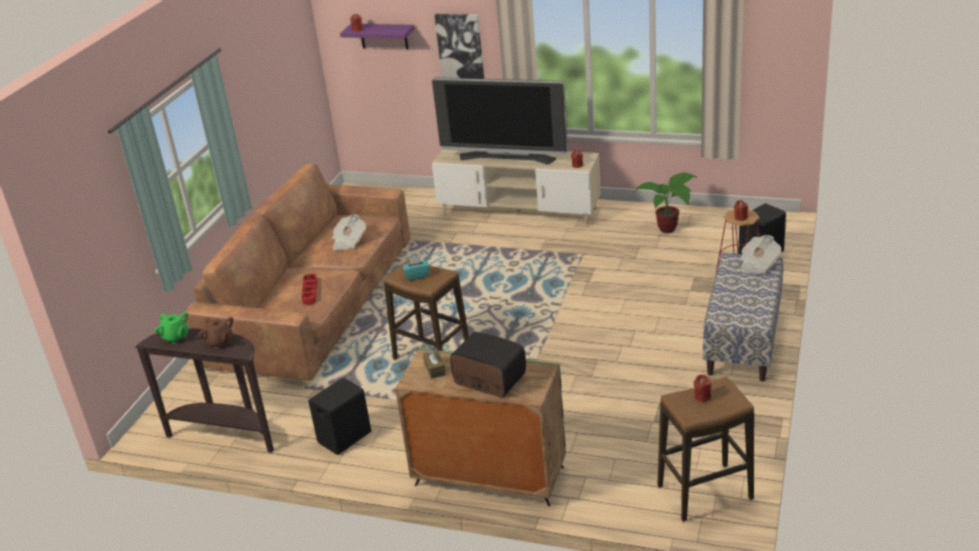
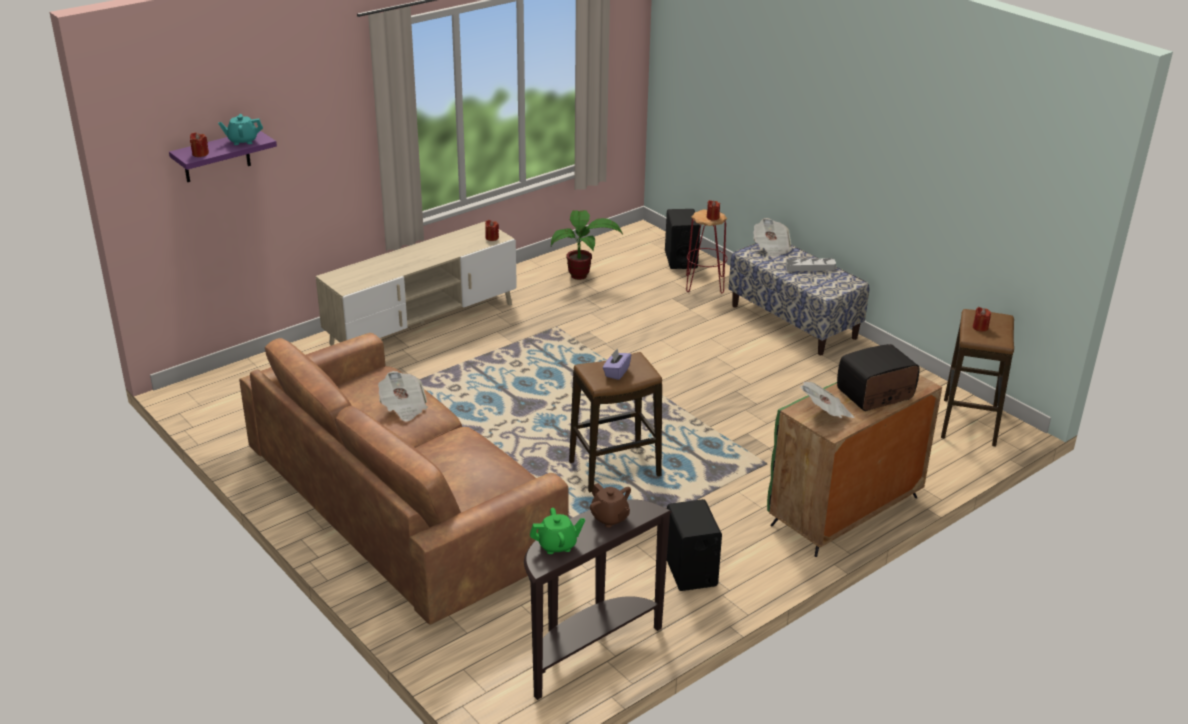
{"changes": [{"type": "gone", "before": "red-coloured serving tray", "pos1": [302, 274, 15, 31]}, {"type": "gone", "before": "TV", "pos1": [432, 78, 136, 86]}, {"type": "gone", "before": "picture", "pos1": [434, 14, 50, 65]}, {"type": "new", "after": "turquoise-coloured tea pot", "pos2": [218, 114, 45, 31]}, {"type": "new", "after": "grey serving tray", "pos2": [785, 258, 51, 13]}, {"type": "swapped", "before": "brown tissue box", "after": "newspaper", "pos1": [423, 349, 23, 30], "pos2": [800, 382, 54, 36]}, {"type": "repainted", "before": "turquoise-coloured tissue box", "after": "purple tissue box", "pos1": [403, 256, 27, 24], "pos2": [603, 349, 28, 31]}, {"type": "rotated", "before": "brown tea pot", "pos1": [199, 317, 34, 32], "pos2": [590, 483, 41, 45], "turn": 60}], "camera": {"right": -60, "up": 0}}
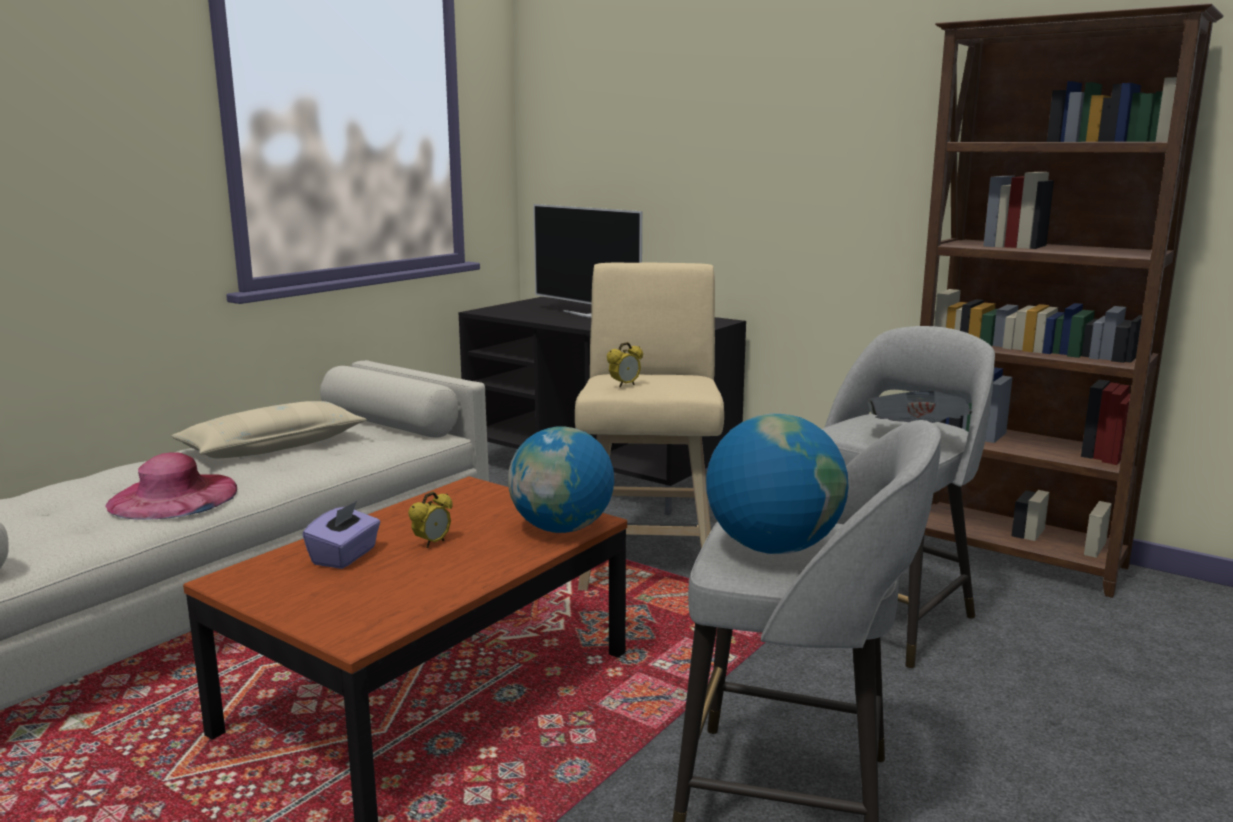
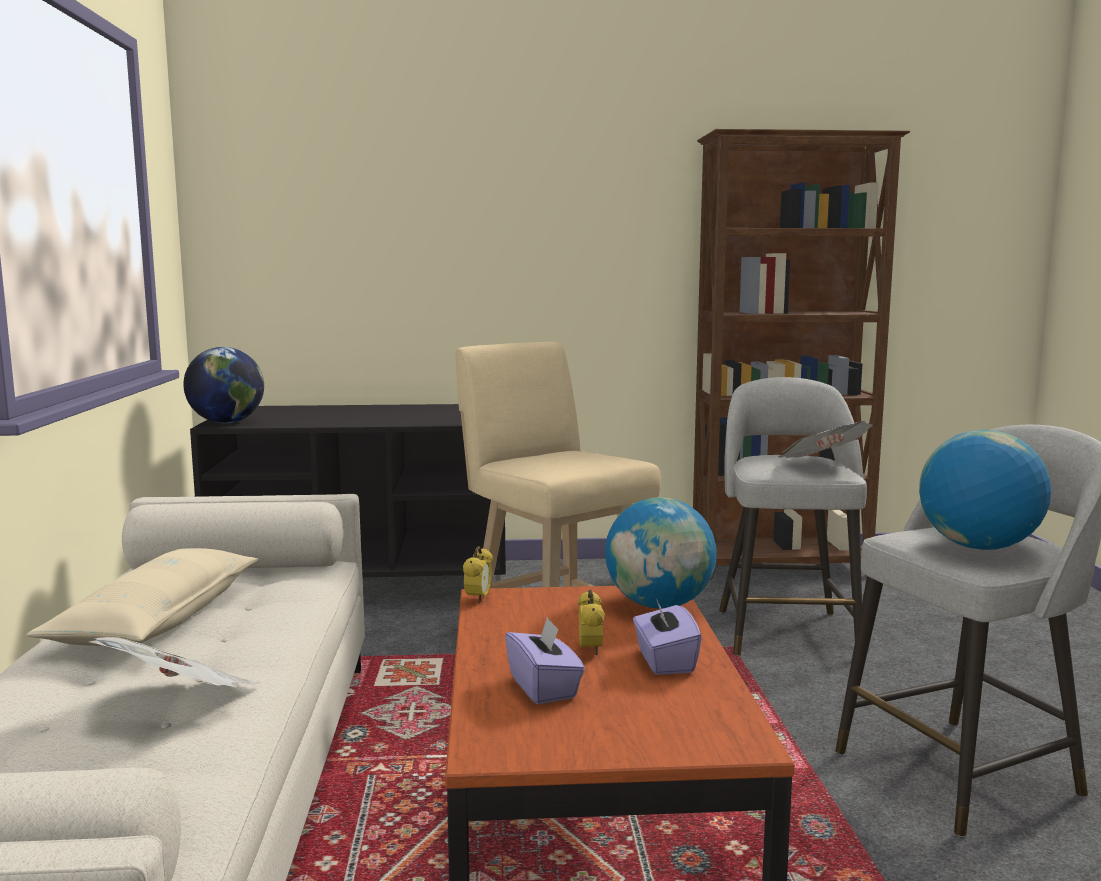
{"changes": [{"type": "gone", "before": "TV", "pos1": [533, 204, 109, 114]}, {"type": "new", "after": "globe", "pos2": [183, 347, 81, 76]}, {"type": "new", "after": "purple tissue box", "pos2": [633, 599, 69, 76]}, {"type": "shifted", "before": "alarm clock", "pos1": [607, 342, 36, 45], "pos2": [463, 546, 30, 57]}, {"type": "swapped", "before": "pink clothing hat", "after": "newspaper", "pos1": [105, 452, 132, 68], "pos2": [89, 637, 172, 50]}], "camera": {"right": -40, "up": -5}}
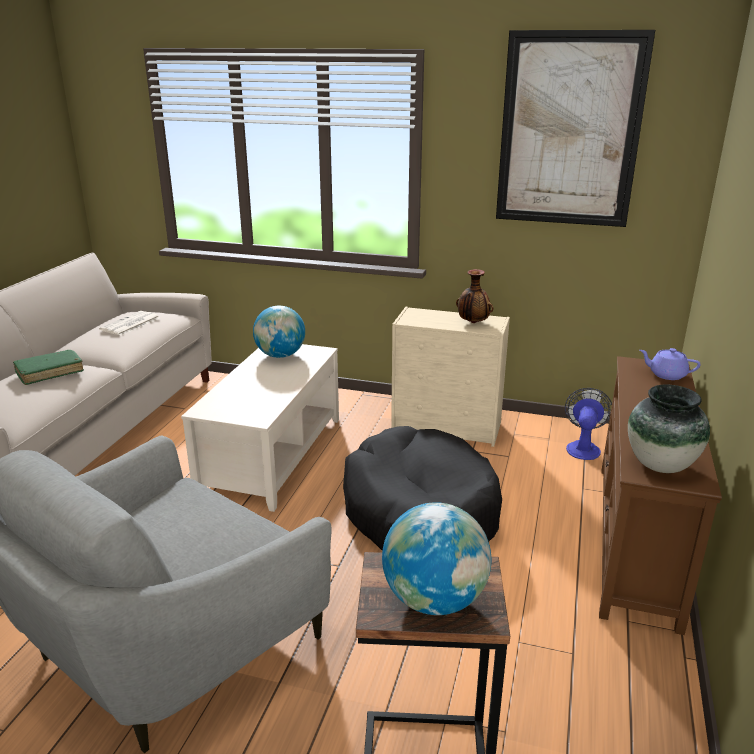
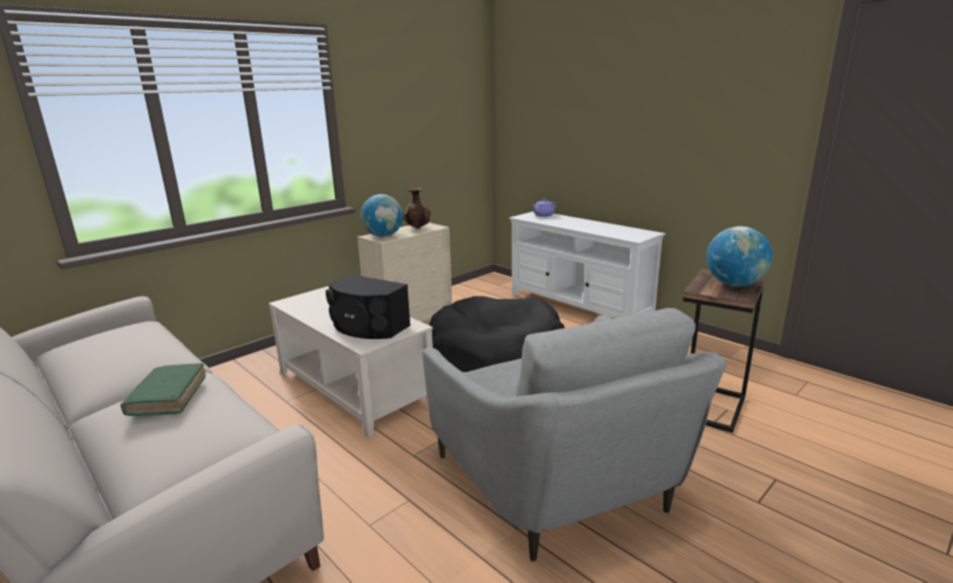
{"changes": [{"type": "gone", "before": "newspaper", "pos1": [99, 311, 61, 25]}, {"type": "gone", "before": "picture", "pos1": [496, 30, 159, 197]}, {"type": "gone", "before": "fan", "pos1": [565, 388, 47, 72]}, {"type": "gone", "before": "vase", "pos1": [628, 385, 82, 88]}, {"type": "new", "after": "black speaker", "pos2": [326, 275, 85, 64]}, {"type": "shifted", "before": "globe", "pos1": [253, 306, 52, 52], "pos2": [361, 194, 42, 43]}, {"type": "repainted", "before": "brown tv stand", "after": "whitish tv stand", "pos1": [599, 356, 123, 279], "pos2": [509, 211, 157, 108]}], "camera": {"right": -60, "up": -5}}
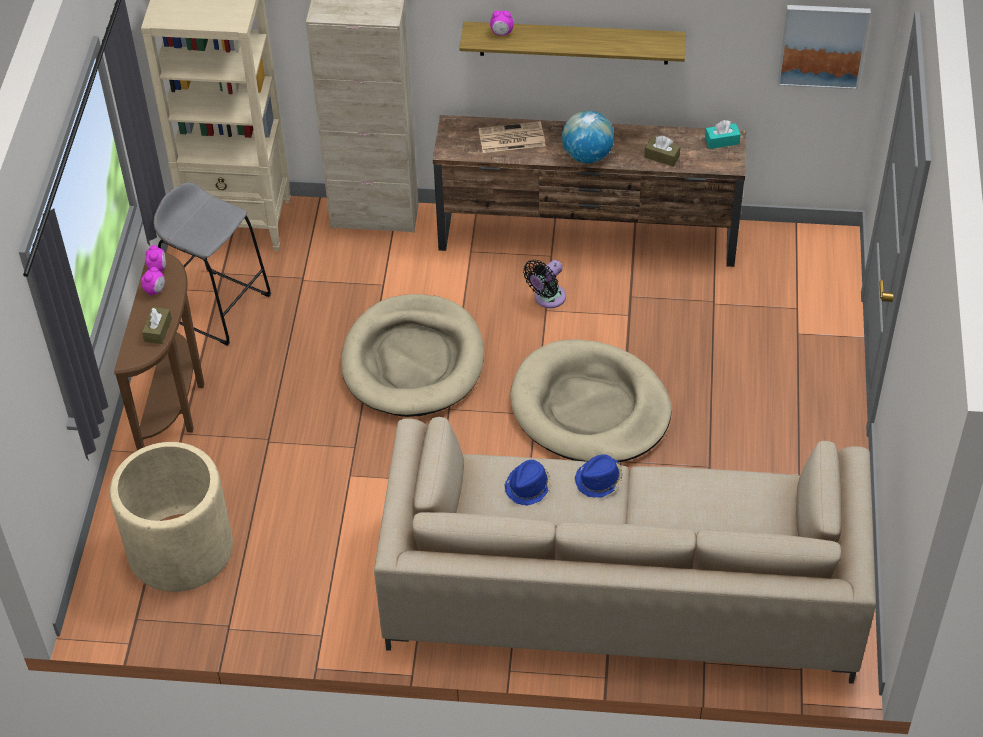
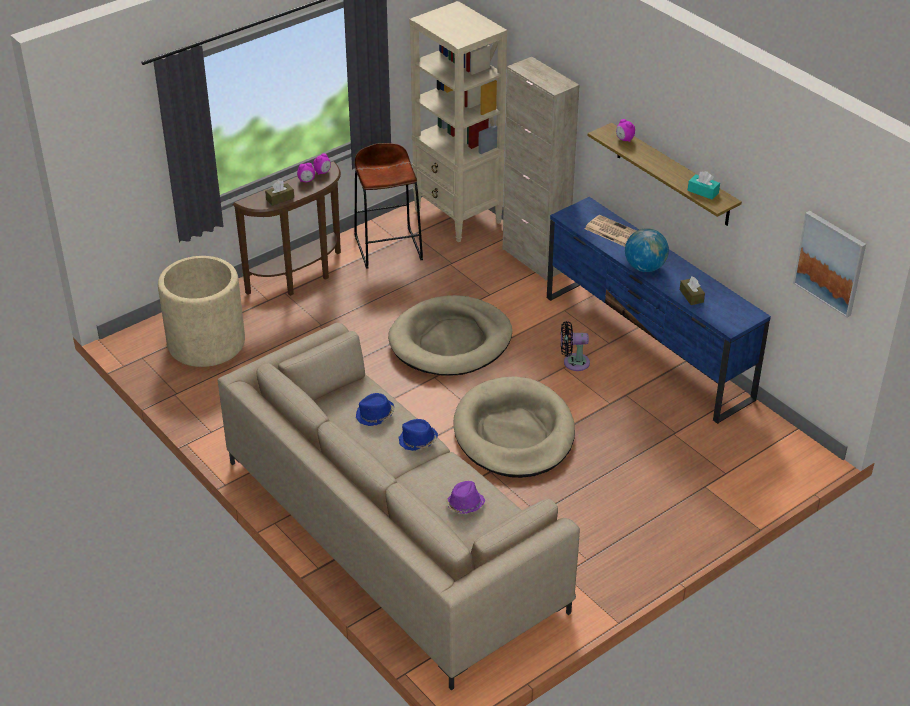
{"changes": [{"type": "new", "after": "purple clothing hat", "pos2": [445, 481, 40, 33]}, {"type": "shifted", "before": "turquoise-coloured tissue box", "pos1": [705, 120, 36, 29], "pos2": [688, 171, 32, 28]}, {"type": "repainted", "before": "grey stool", "after": "brown stool", "pos1": [154, 182, 117, 164], "pos2": [354, 143, 69, 126]}, {"type": "repainted", "before": "brown tv stand", "after": "blue-coloured tv stand", "pos1": [433, 115, 313, 152], "pos2": [547, 197, 224, 227]}], "camera": {"right": 45, "up": -10}}
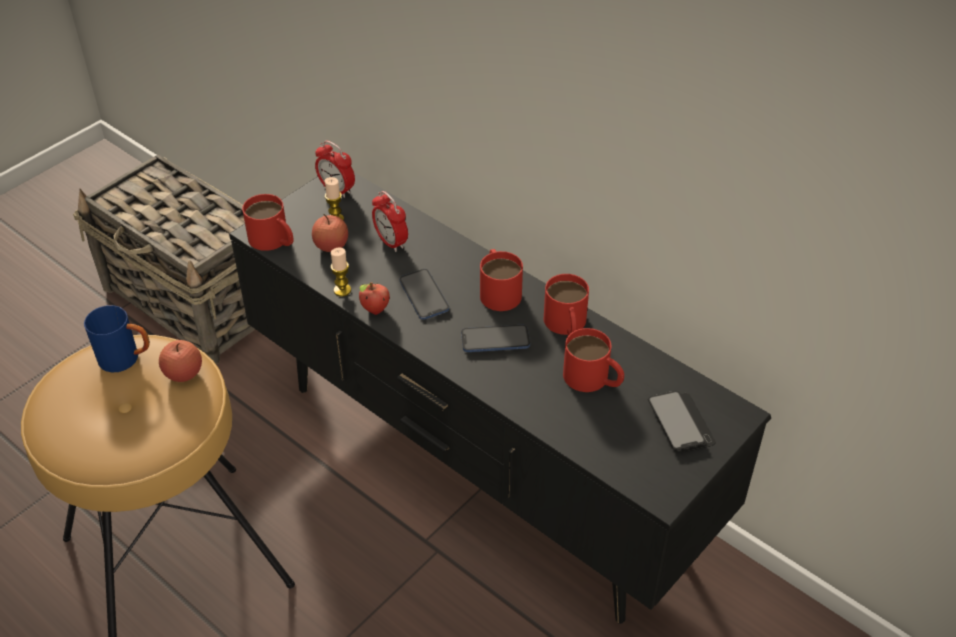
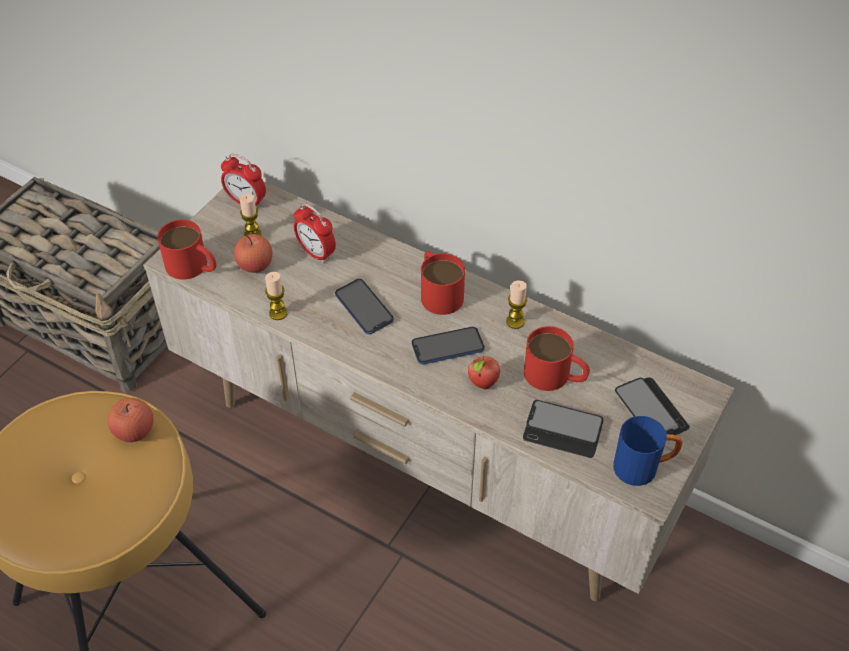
{"changes": [{"type": "new", "after": "handset", "pos2": [523, 400, 80, 58]}, {"type": "shifted", "before": "blue-coloured mug", "pos1": [84, 305, 66, 67], "pos2": [613, 416, 70, 70]}, {"type": "shifted", "before": "apple fruit", "pos1": [359, 282, 31, 33], "pos2": [468, 356, 32, 33]}, {"type": "swapped", "before": "red-coloured mug", "after": "wax light", "pos1": [544, 274, 45, 62], "pos2": [506, 280, 21, 49]}, {"type": "repainted", "before": "black tv stand", "after": "sand-coloured tv stand", "pos1": [229, 172, 542, 452], "pos2": [143, 182, 592, 419]}], "camera": {"right": -10, "up": 5}}
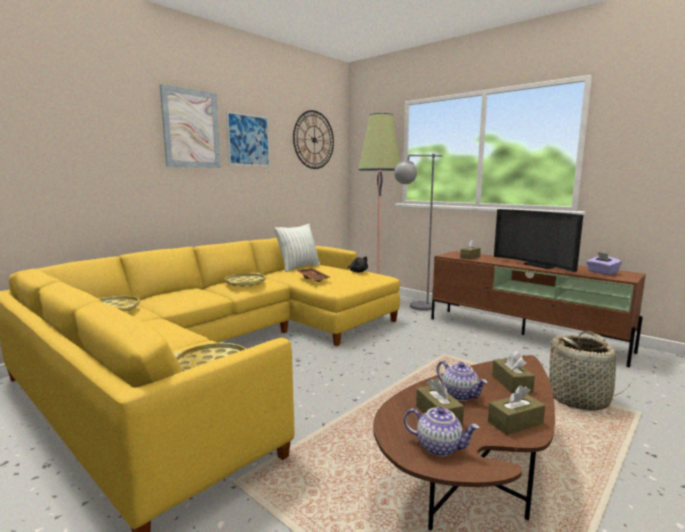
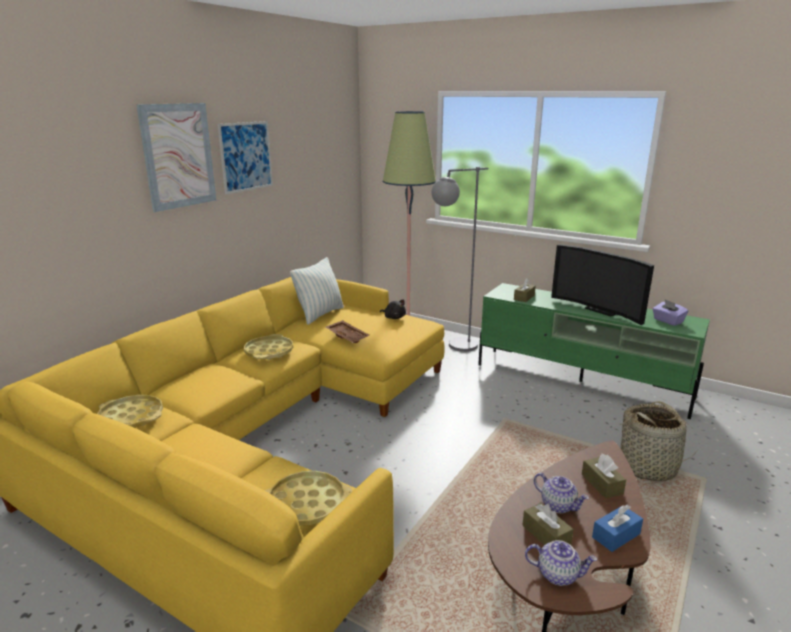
{"changes": [{"type": "gone", "before": "clock on the wall", "pos1": [293, 110, 41, 59]}, {"type": "repainted", "before": "brown tv stand", "after": "green tv stand", "pos1": [431, 251, 215, 116], "pos2": [478, 283, 232, 136]}, {"type": "repainted", "before": "brown tissue box", "after": "blue-coloured tissue box", "pos1": [488, 385, 57, 50], "pos2": [592, 504, 51, 48]}], "camera": {"right": -10, "up": 10}}
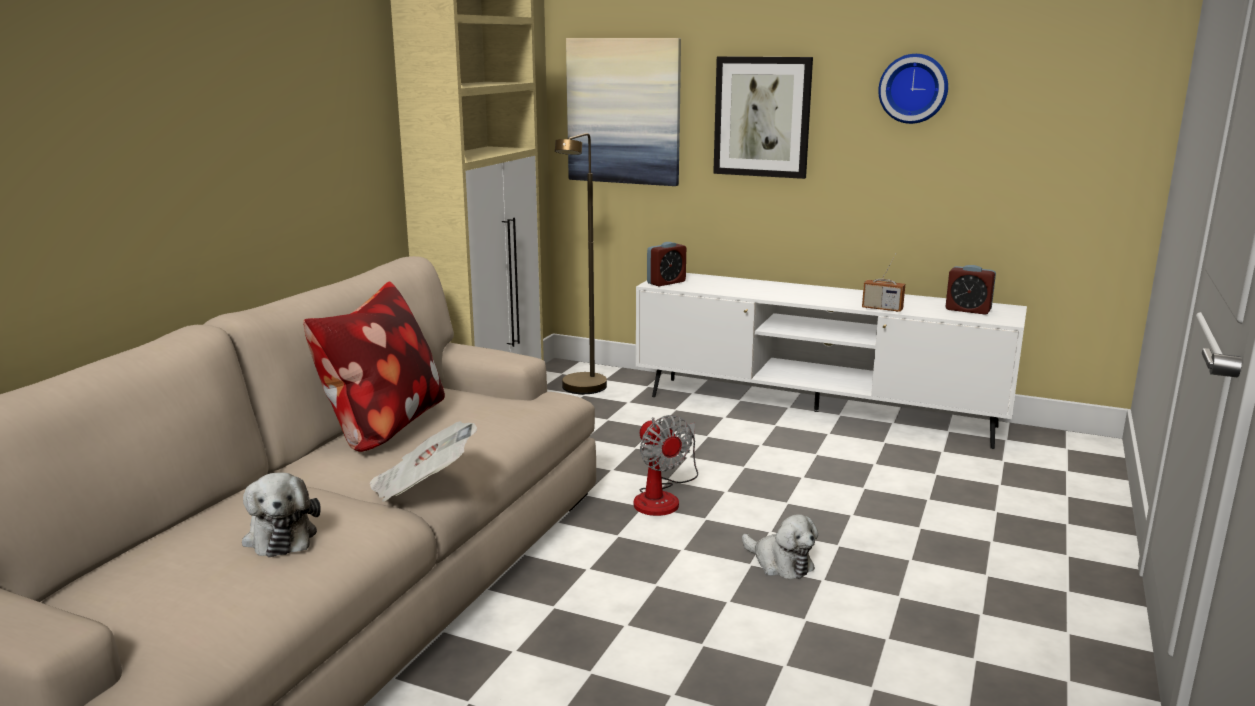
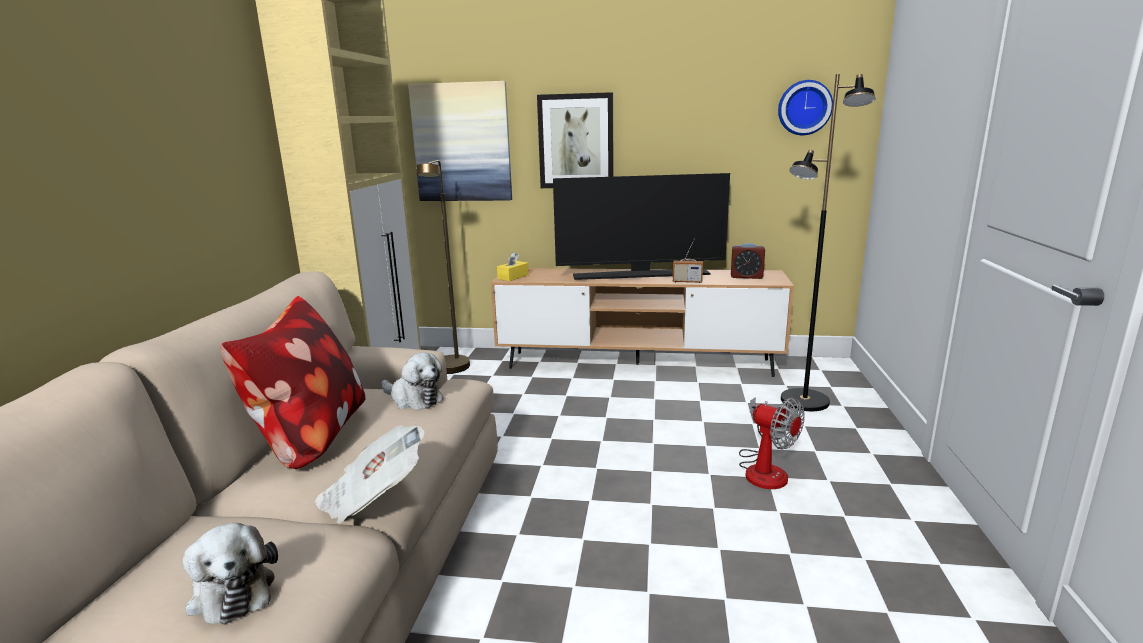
{"changes": [{"type": "new", "after": "TV", "pos2": [553, 173, 177, 107]}, {"type": "new", "after": "black standard lamp", "pos2": [781, 74, 95, 337]}, {"type": "shifted", "before": "fan", "pos1": [634, 415, 64, 101], "pos2": [739, 397, 66, 92]}, {"type": "shifted", "before": "plush toy", "pos1": [742, 514, 76, 65], "pos2": [381, 352, 63, 58]}, {"type": "shifted", "before": "clock on the wall", "pos1": [878, 54, 70, 70], "pos2": [778, 80, 55, 55]}, {"type": "swapped", "before": "alarm clock", "after": "yellow tissue box", "pos1": [647, 242, 39, 45], "pos2": [497, 252, 32, 29]}, {"type": "repainted", "before": "whitish tv stand", "after": "brown tv stand", "pos1": [636, 273, 391, 176], "pos2": [491, 268, 303, 109]}], "camera": {"right": -15, "up": 0}}
